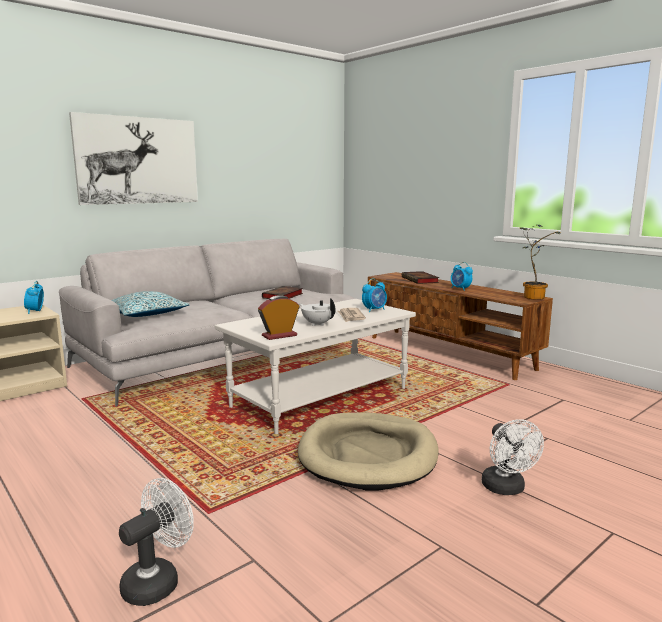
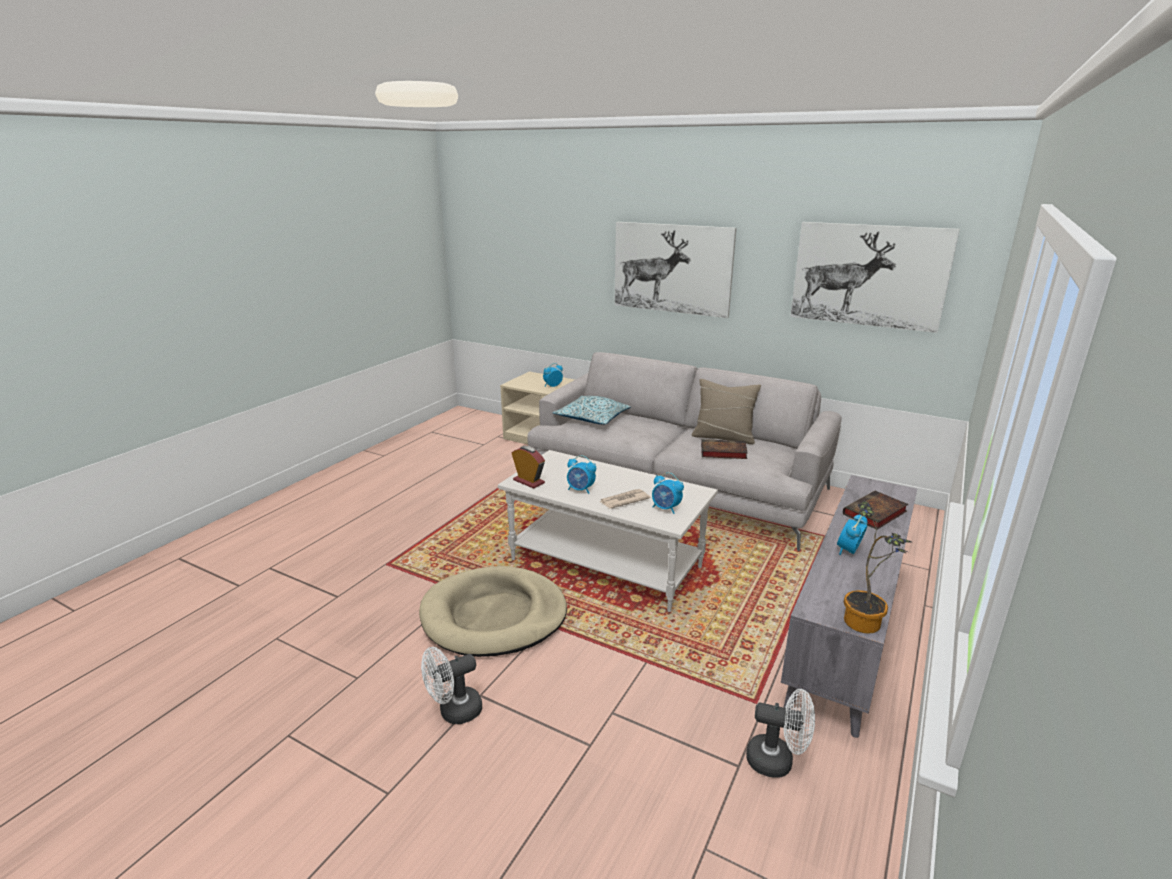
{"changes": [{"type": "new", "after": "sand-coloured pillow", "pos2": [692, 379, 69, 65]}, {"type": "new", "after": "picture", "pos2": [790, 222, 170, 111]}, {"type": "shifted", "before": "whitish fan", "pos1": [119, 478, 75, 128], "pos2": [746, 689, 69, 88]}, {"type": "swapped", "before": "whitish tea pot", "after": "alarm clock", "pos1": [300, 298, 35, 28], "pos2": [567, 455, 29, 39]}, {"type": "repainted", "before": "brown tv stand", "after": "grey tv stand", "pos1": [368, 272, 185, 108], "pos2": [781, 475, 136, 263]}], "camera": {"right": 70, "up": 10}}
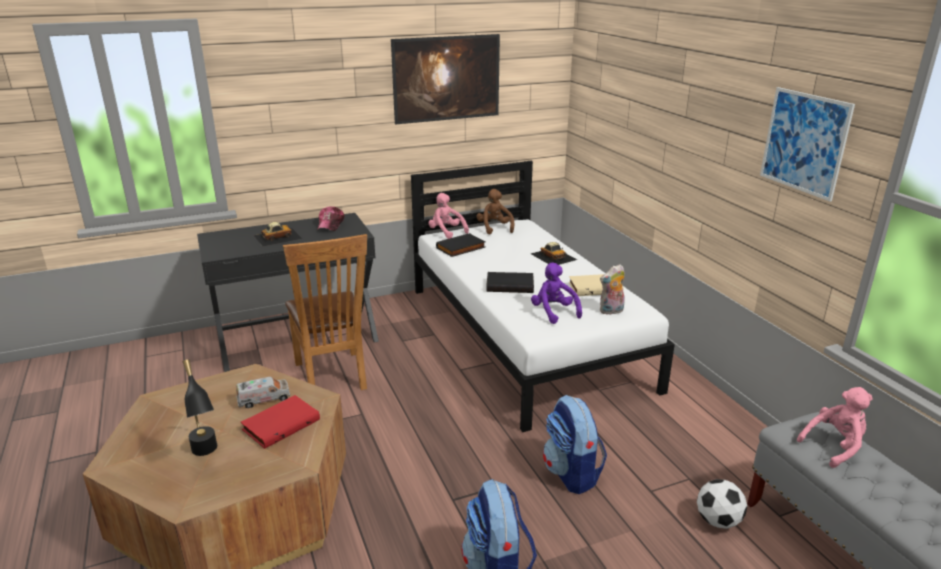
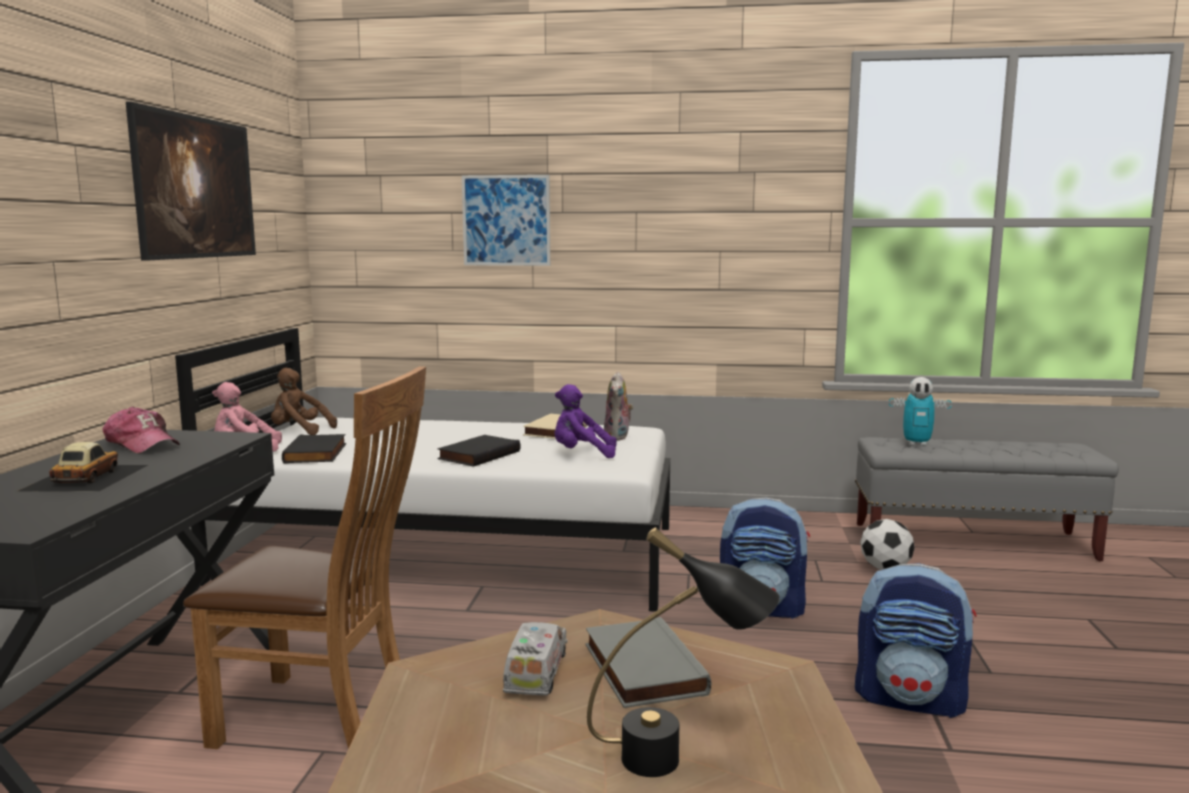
{"changes": [{"type": "gone", "before": "model car", "pos1": [531, 242, 46, 23]}, {"type": "shifted", "before": "picture", "pos1": [760, 87, 95, 114], "pos2": [462, 175, 88, 91]}, {"type": "swapped", "before": "pink plush toy", "after": "robot figure", "pos1": [797, 387, 76, 81], "pos2": [889, 377, 63, 69]}, {"type": "repainted", "before": "red-coloured book", "after": "grey book", "pos1": [241, 395, 79, 54], "pos2": [586, 617, 125, 91]}], "camera": {"right": -60, "up": -15}}
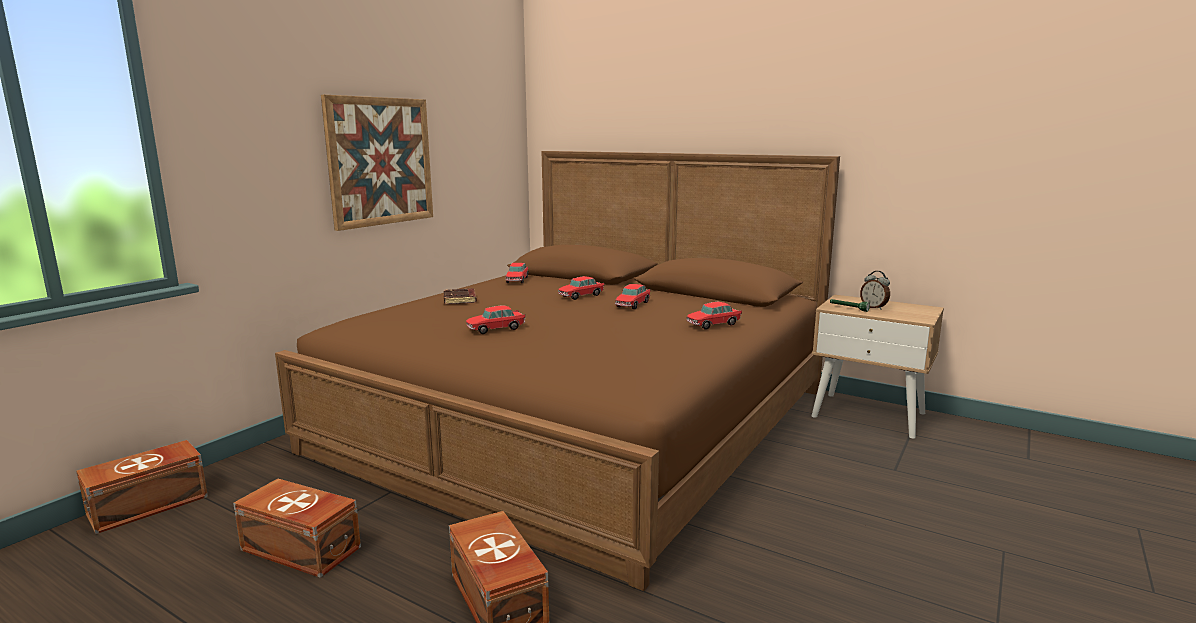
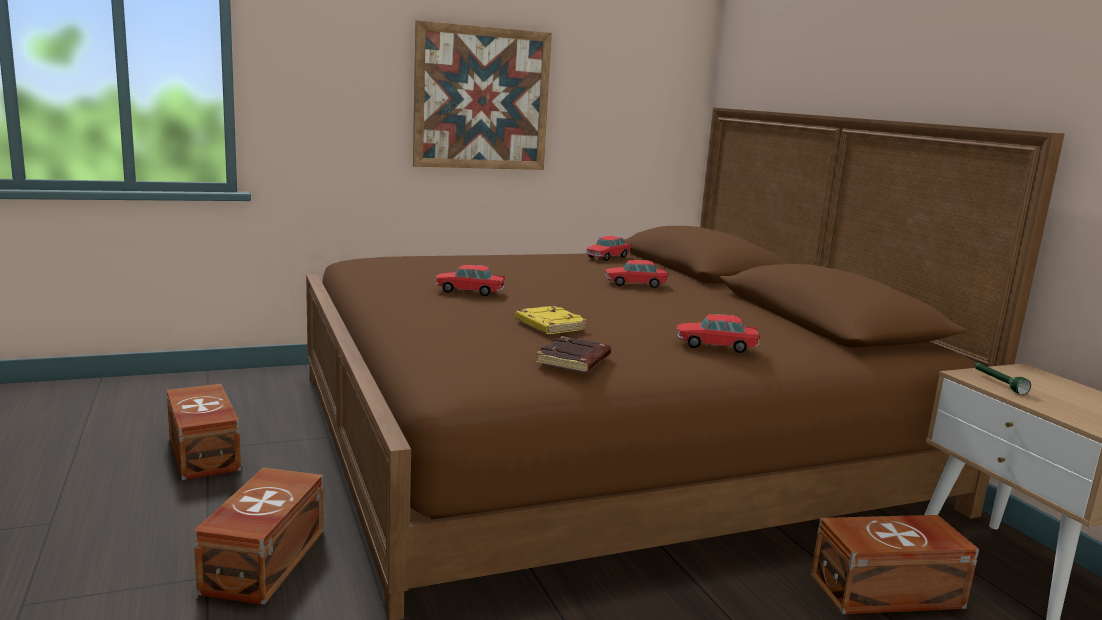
{"changes": [{"type": "gone", "before": "model car", "pos1": [615, 284, 36, 25]}, {"type": "gone", "before": "alarm clock", "pos1": [860, 271, 30, 39]}, {"type": "new", "after": "yellow book", "pos2": [515, 306, 73, 28]}, {"type": "shifted", "before": "brown storage bin", "pos1": [76, 440, 132, 94], "pos2": [811, 515, 168, 99]}, {"type": "shifted", "before": "brown book", "pos1": [443, 288, 34, 16], "pos2": [536, 336, 75, 37]}], "camera": {"right": 35, "up": 0}}
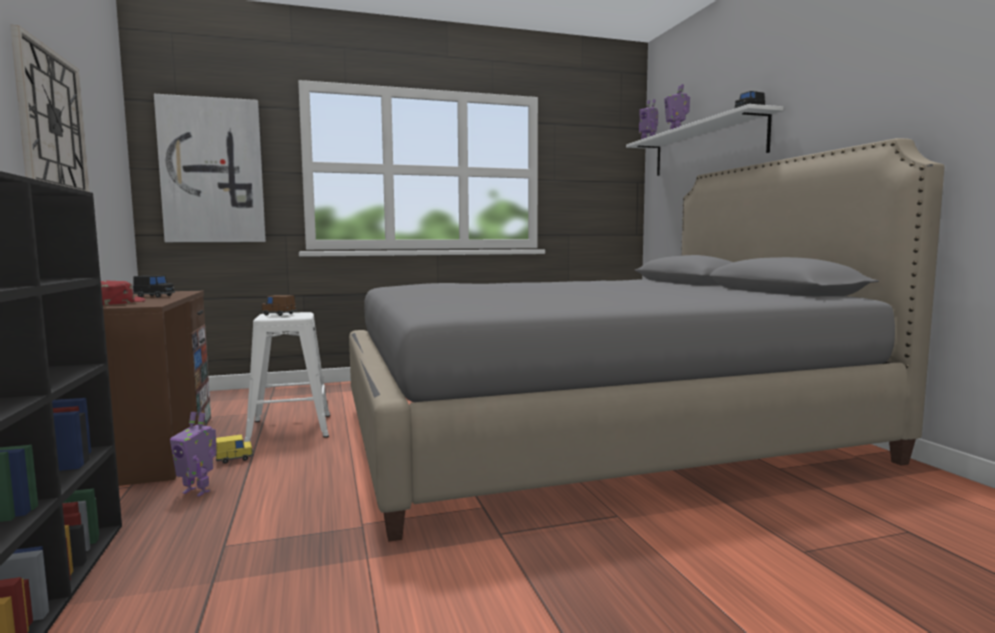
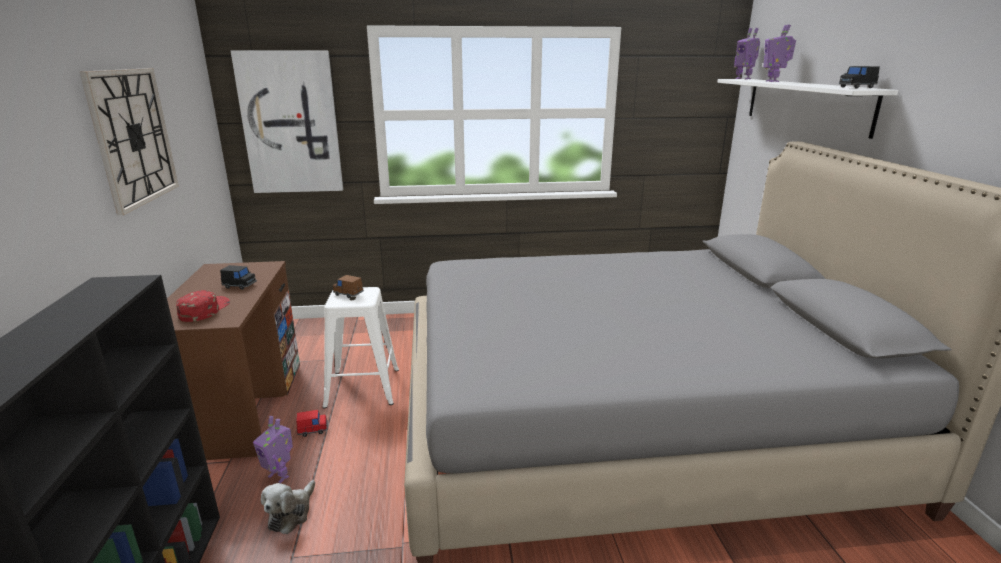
{"changes": [{"type": "new", "after": "plush toy", "pos2": [261, 480, 54, 54]}, {"type": "repainted", "before": "yellow model car", "after": "red-coloured model car", "pos1": [216, 434, 37, 30], "pos2": [296, 410, 32, 27]}], "camera": {"right": 10, "up": 15}}
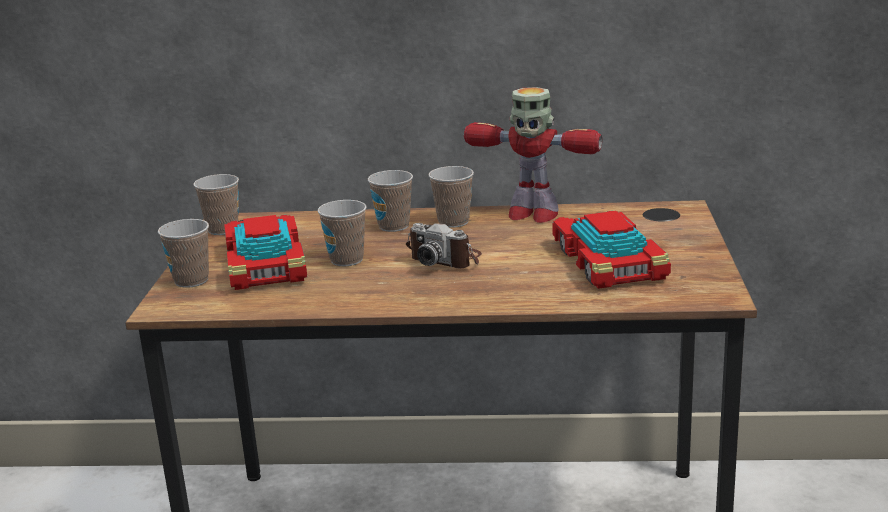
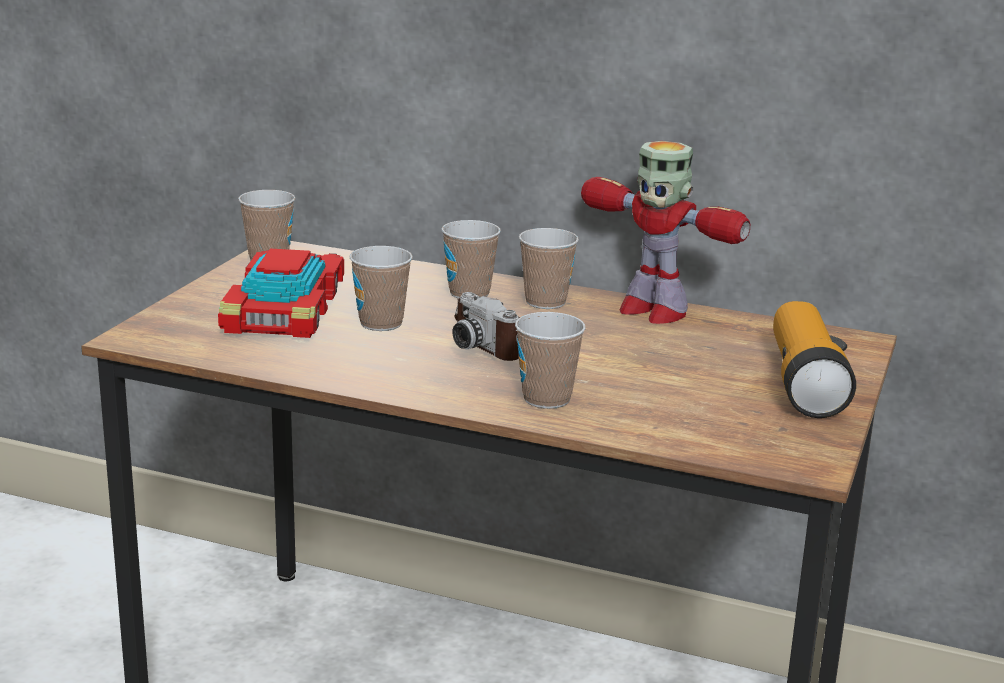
{"changes": [{"type": "gone", "before": "model car", "pos1": [552, 211, 119, 78]}, {"type": "new", "after": "hand torch", "pos2": [773, 301, 83, 117]}, {"type": "shifted", "before": "cup", "pos1": [158, 219, 51, 69], "pos2": [515, 312, 71, 97]}], "camera": {"right": 15, "up": 0}}
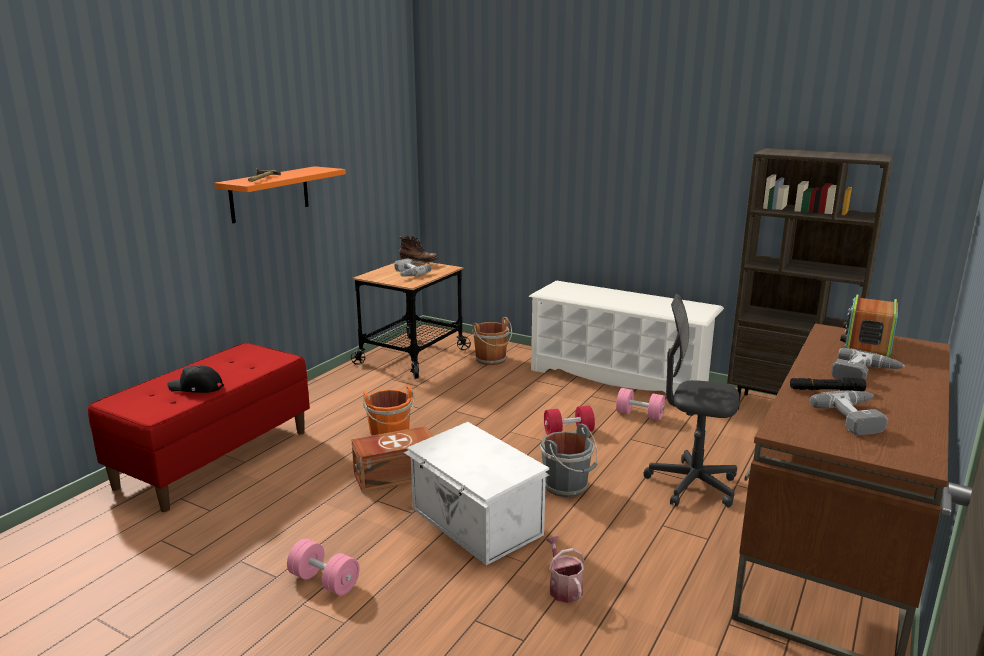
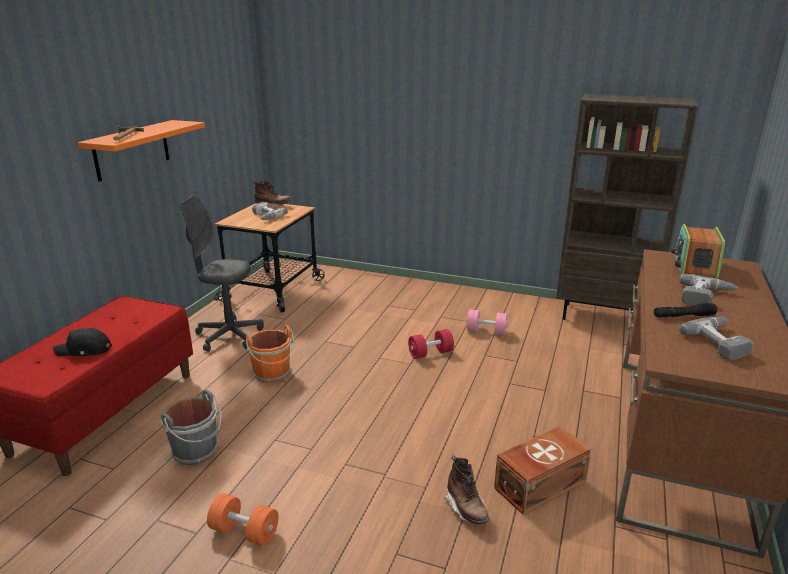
{"changes": [{"type": "gone", "before": "whitish storage bin", "pos1": [404, 422, 145, 143]}, {"type": "gone", "before": "brown water bucket", "pos1": [472, 317, 40, 48]}, {"type": "gone", "before": "whitish shoe shelf", "pos1": [529, 281, 195, 114]}, {"type": "shifted", "before": "brown storage bin", "pos1": [351, 426, 82, 67], "pos2": [494, 426, 97, 89]}, {"type": "shifted", "before": "grey water bucket", "pos1": [541, 424, 57, 73], "pos2": [161, 390, 61, 75]}, {"type": "shifted", "before": "grey computer chair", "pos1": [644, 294, 96, 214], "pos2": [180, 195, 84, 157]}, {"type": "swapped", "before": "watering pot", "after": "brown high-top boot", "pos1": [545, 536, 40, 67], "pos2": [445, 455, 44, 70]}, {"type": "repainted", "before": "pink dumbbell", "after": "orangey dumbbell", "pos1": [287, 539, 73, 57], "pos2": [207, 493, 72, 53]}], "camera": {"right": -10, "up": 5}}
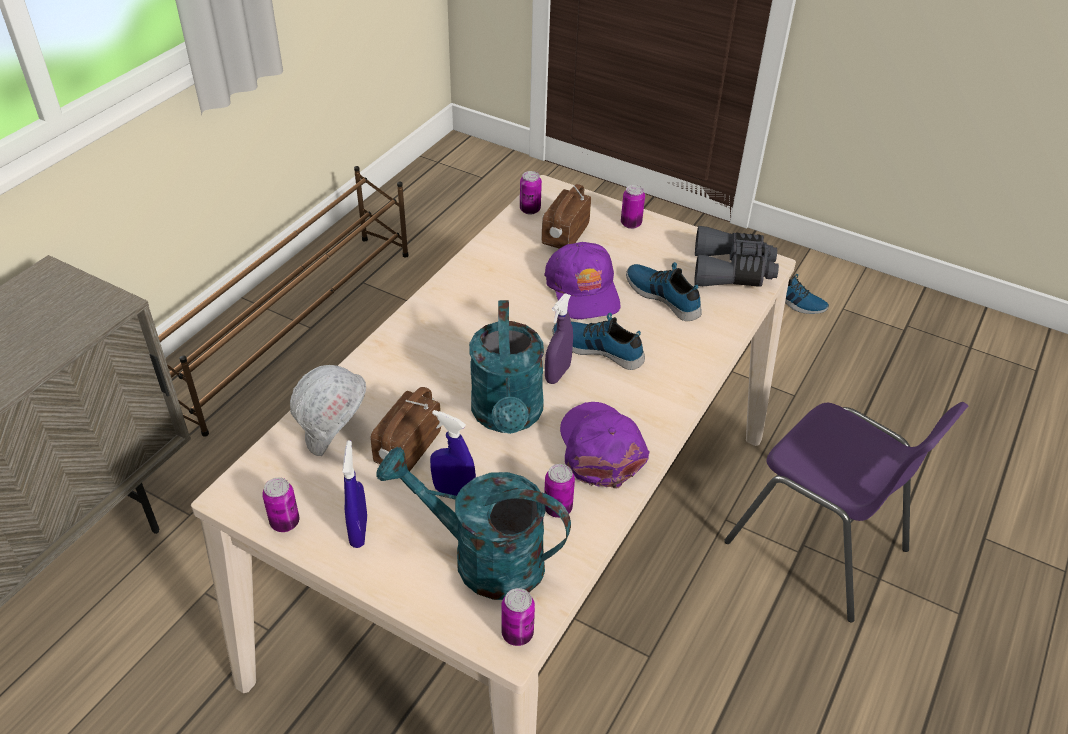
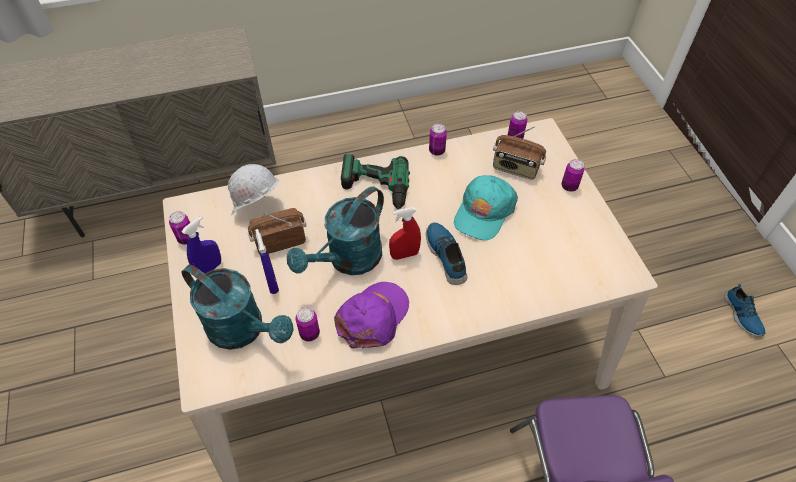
{"changes": [{"type": "gone", "before": "brown shoe shelf", "pos1": [158, 166, 251, 271]}, {"type": "gone", "before": "item of footwear", "pos1": [626, 262, 76, 59]}, {"type": "gone", "before": "grey field glasses", "pos1": [694, 226, 85, 61]}, {"type": "new", "after": "electric drill", "pos2": [341, 154, 69, 67]}, {"type": "shifted", "before": "can", "pos1": [501, 588, 34, 58], "pos2": [429, 123, 18, 32]}, {"type": "repainted", "before": "purple cap", "after": "turquoise-coloured cap", "pos1": [544, 242, 77, 77], "pos2": [454, 175, 64, 65]}, {"type": "repainted", "before": "purple hand sprayer", "after": "red-coloured hand sprayer", "pos1": [545, 294, 28, 90], "pos2": [389, 207, 32, 53]}, {"type": "rotated", "before": "turquoise-coloured watering pot", "pos1": [376, 447, 195, 153], "pos2": [182, 265, 112, 85], "turn": 150}, {"type": "rotated", "before": "radio set", "pos1": [542, 184, 49, 65], "pos2": [493, 126, 53, 54], "turn": -135}], "camera": {"right": 45, "up": 10}}
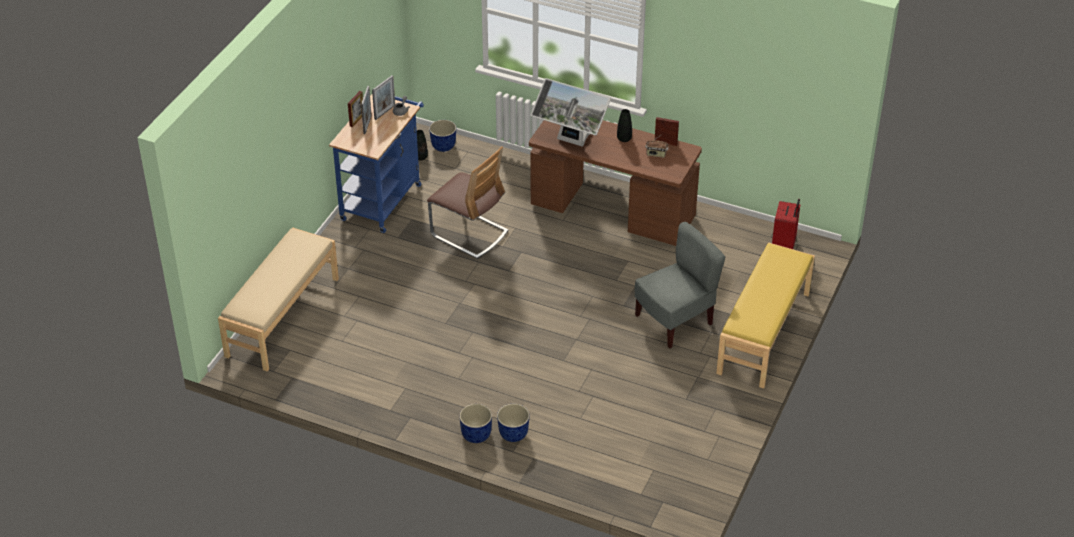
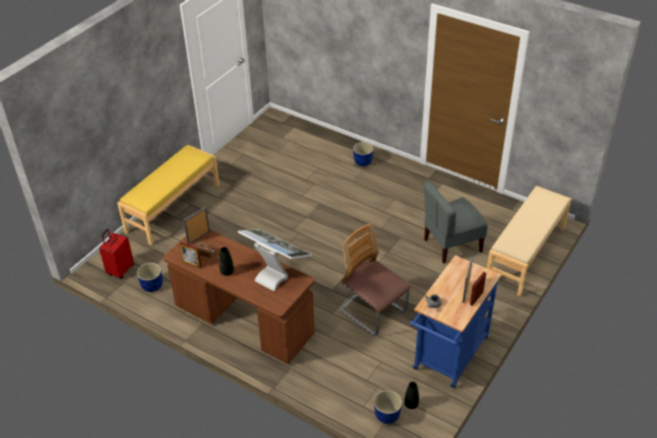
{"changes": [{"type": "shifted", "before": "standing frame", "pos1": [372, 75, 23, 45], "pos2": [183, 207, 27, 37]}, {"type": "shifted", "before": "blue-coloured plant pot", "pos1": [460, 404, 32, 39], "pos2": [137, 263, 26, 29]}, {"type": "shifted", "before": "grey chair", "pos1": [635, 222, 90, 127], "pos2": [424, 181, 64, 83]}], "camera": {"right": -170, "up": 0}}
